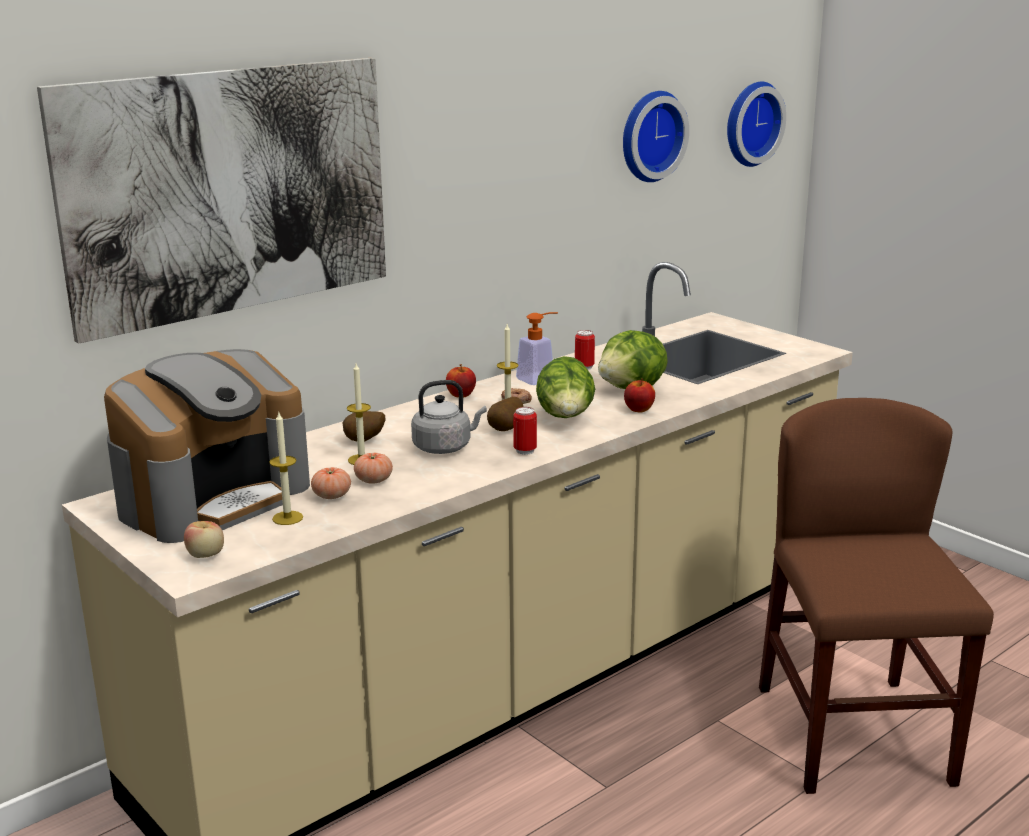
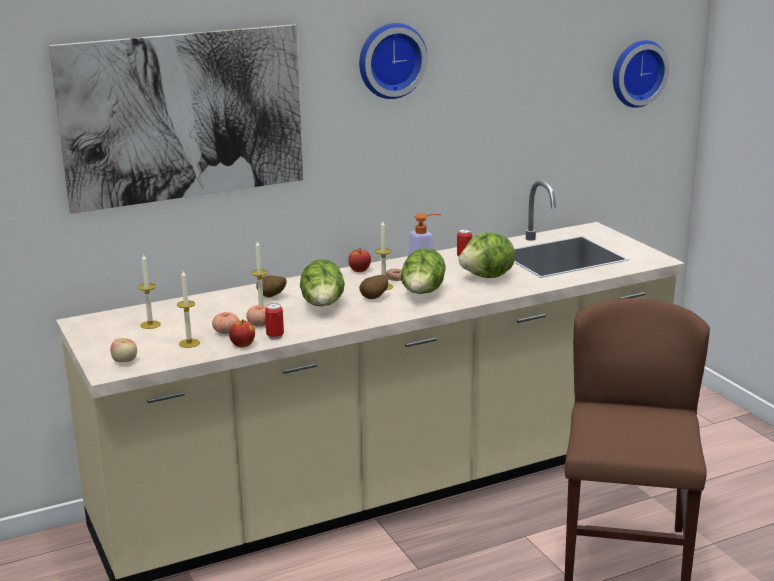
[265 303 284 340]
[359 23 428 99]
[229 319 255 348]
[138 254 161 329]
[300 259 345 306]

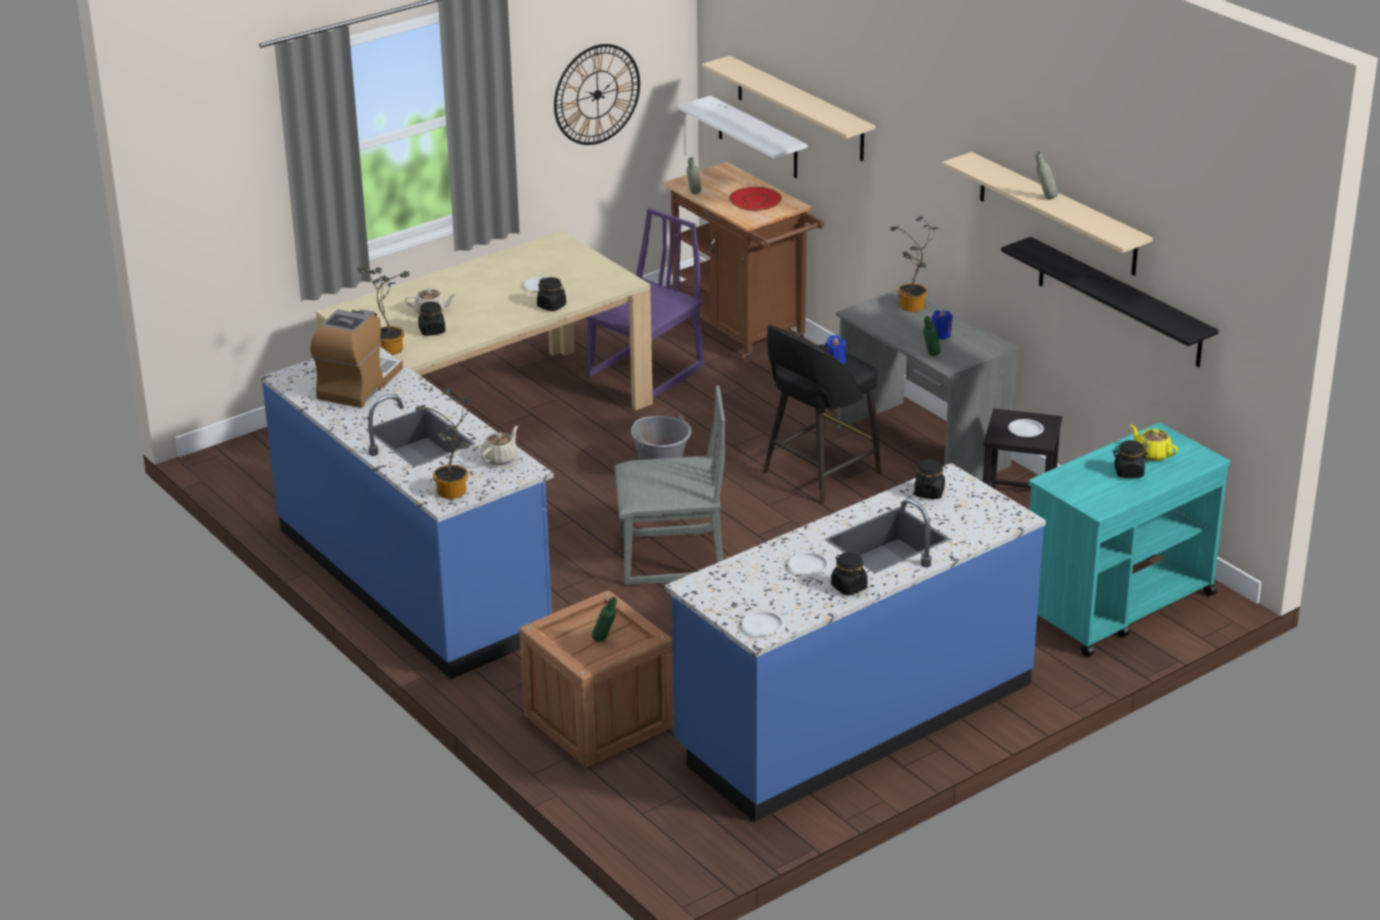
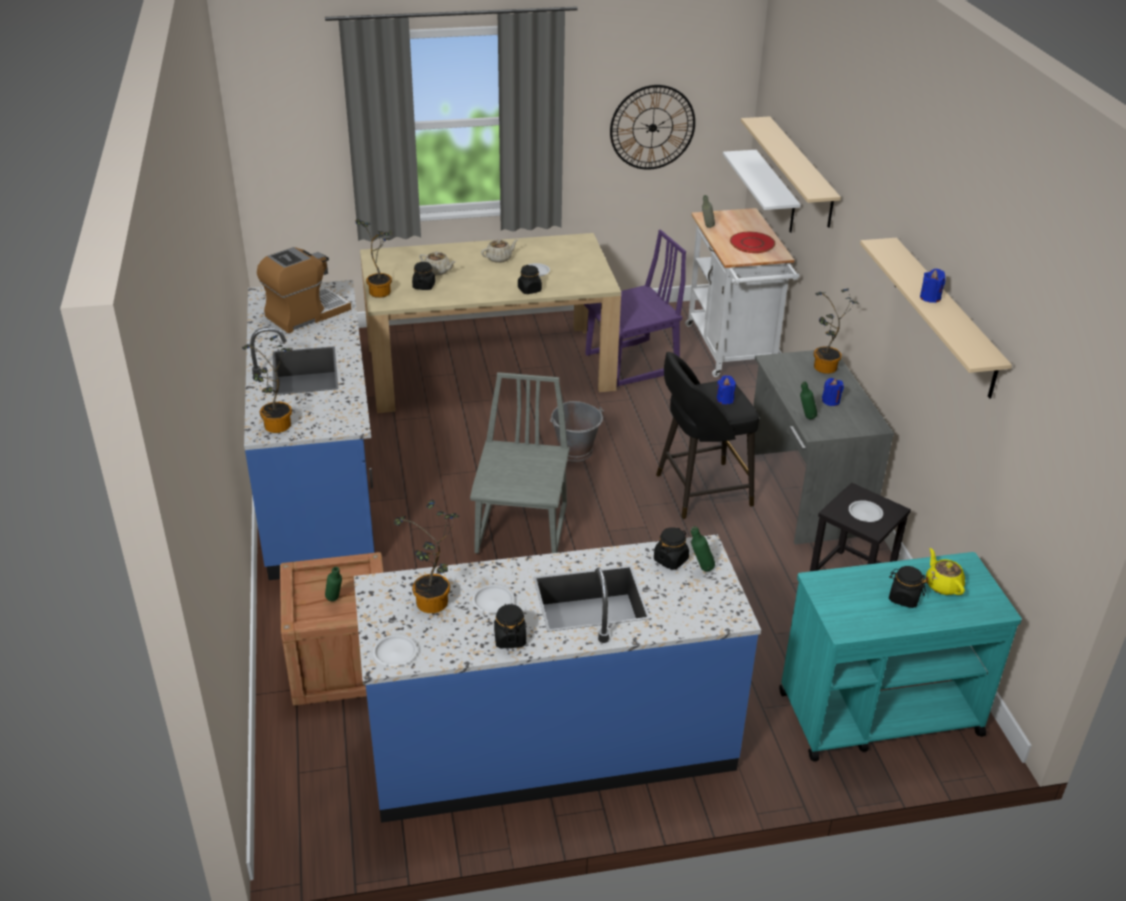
[1001 237 1218 367] (first image)
[394 500 460 613]
[691 526 715 572]
[481 239 518 263]
[920 269 946 303]
[685 208 799 377]
[470 372 569 554]

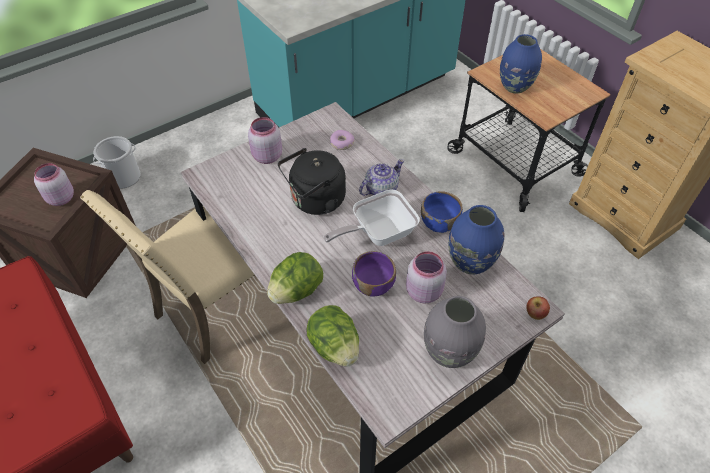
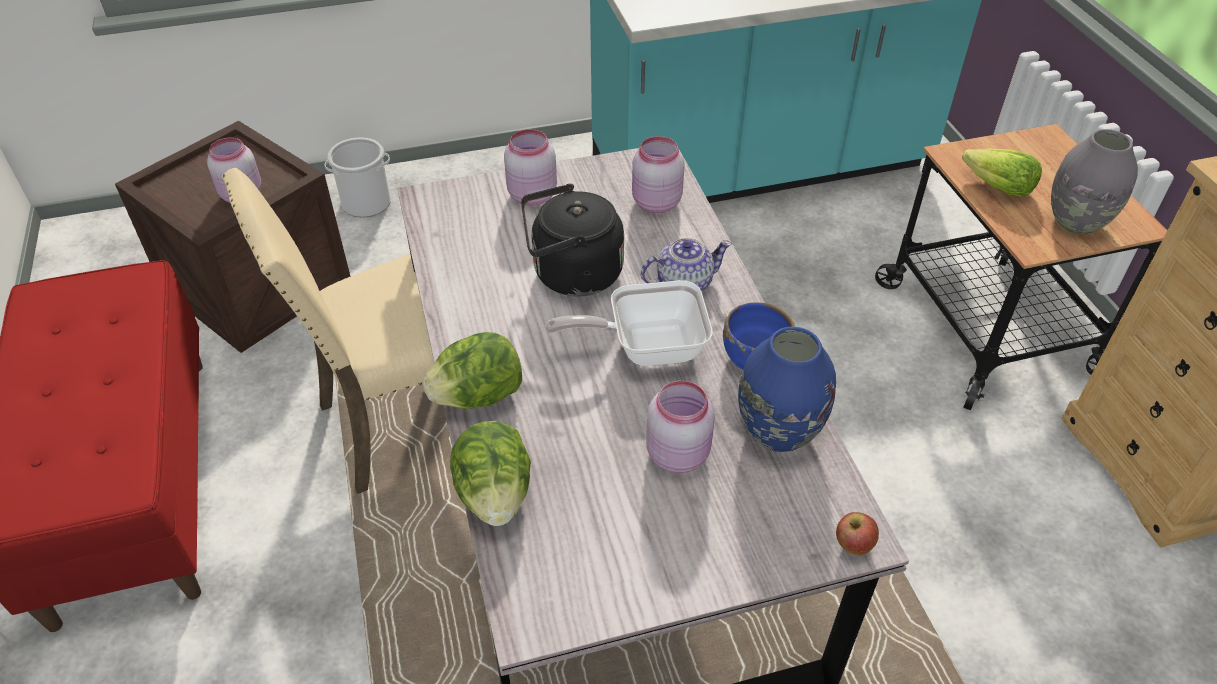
[352 251 396 297] (first image)
[1051 129 1138 234]
[632 136 685 213]
[962 149 1042 197]

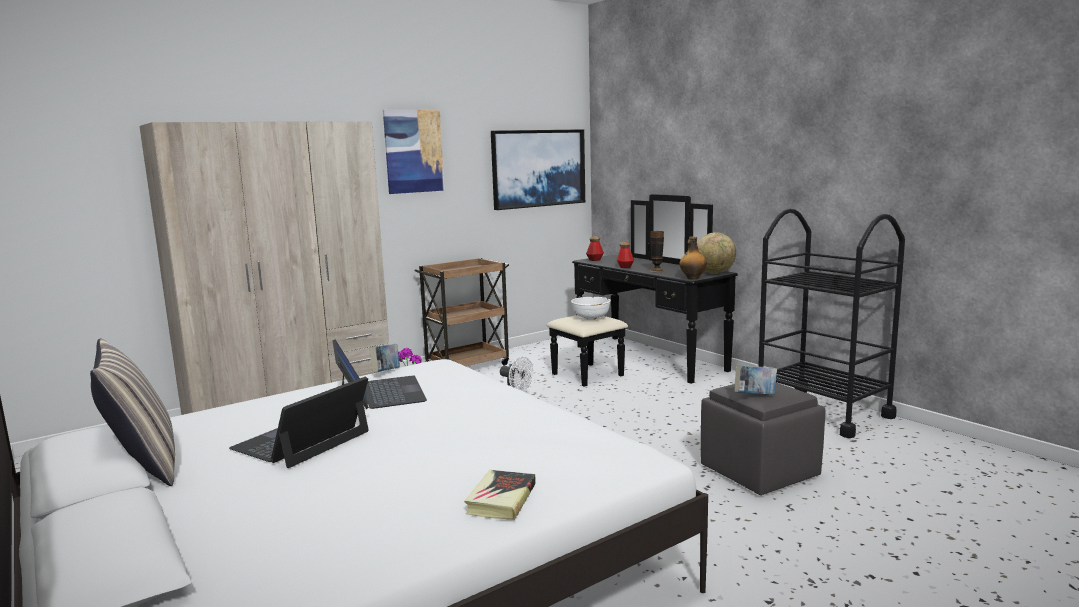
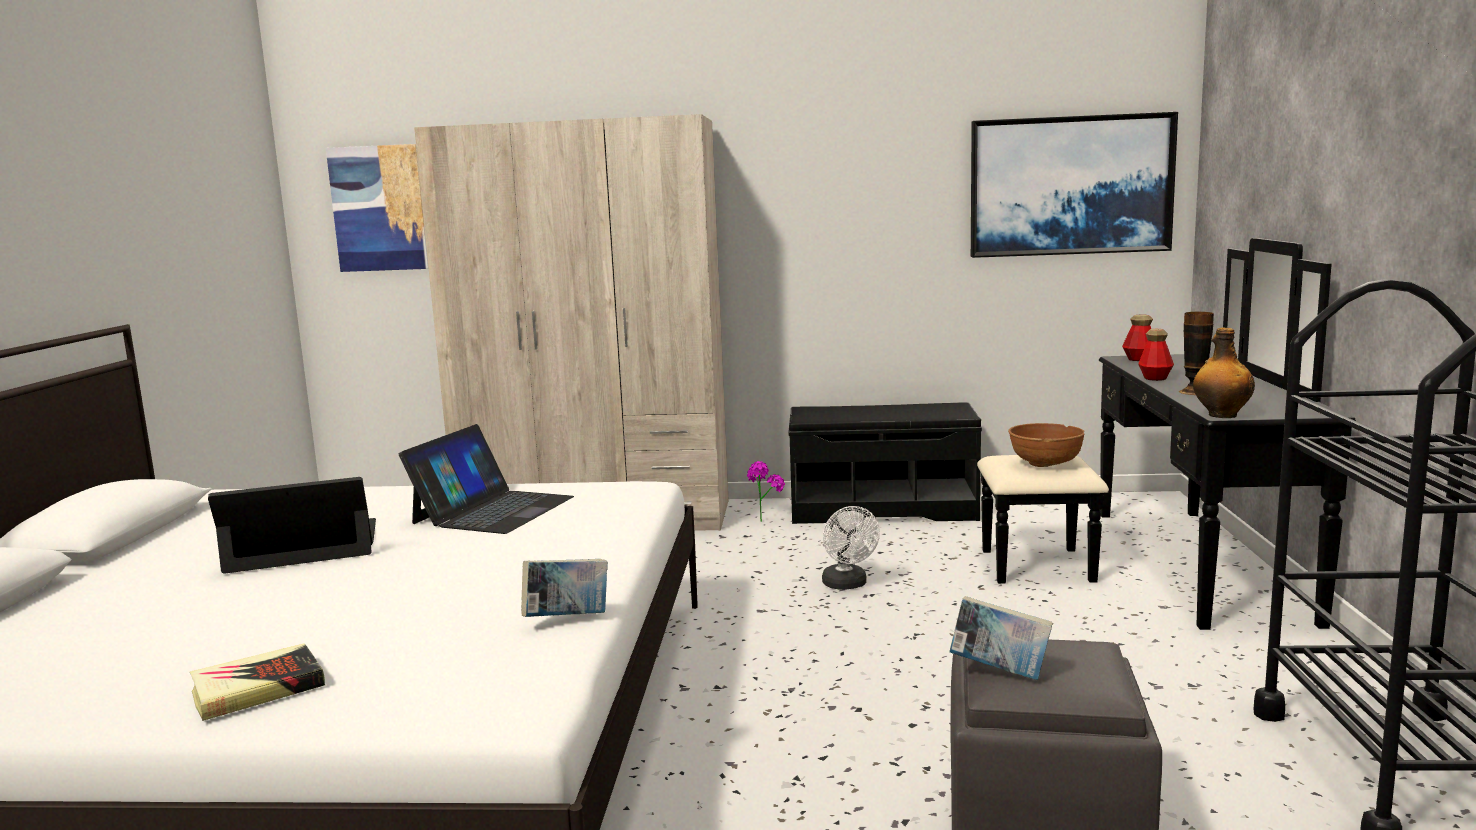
[90 338 175 486] (first image)
[697 232 736 274] (first image)
[521 559 608 617]
[326 144 429 272]
[789 402 982 524]
[1008 423 1085 467]

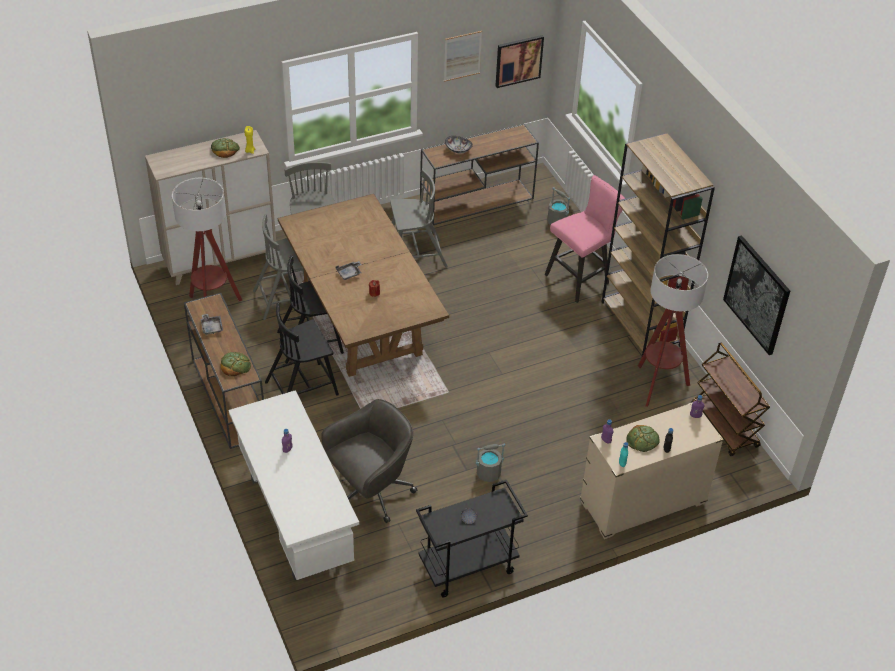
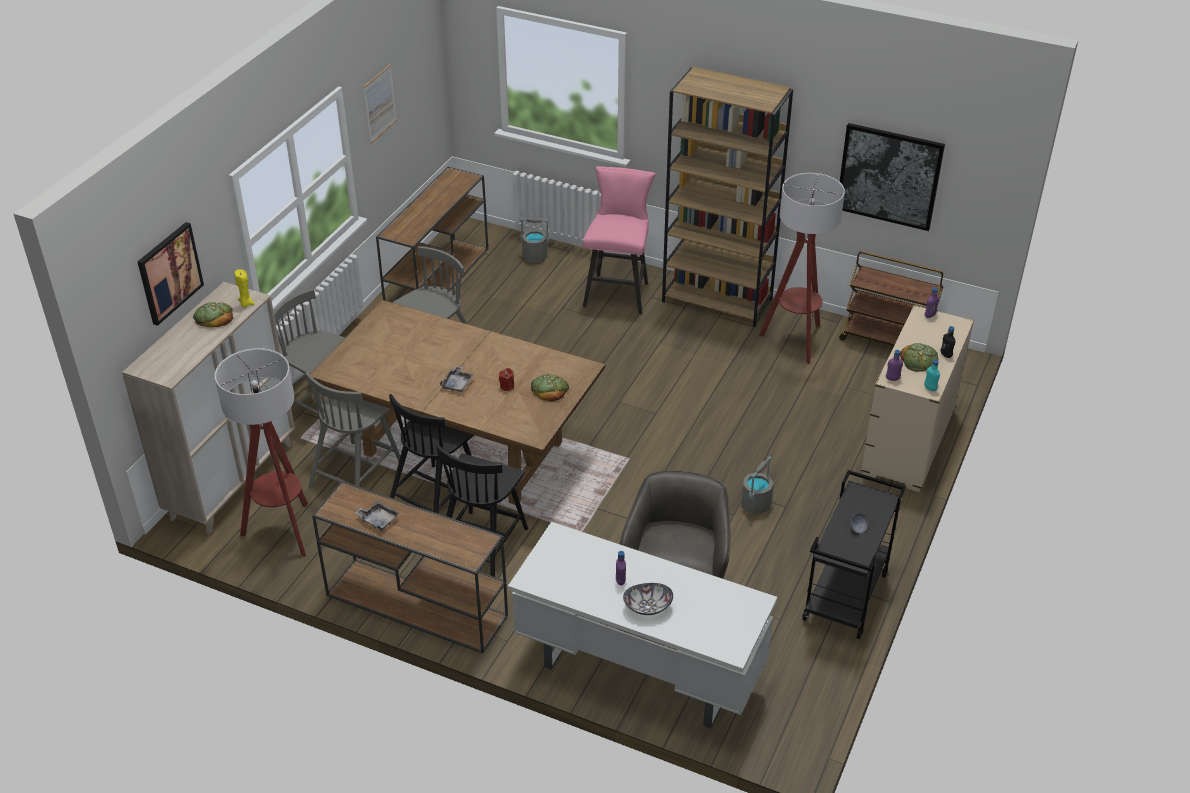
[531 374 569 401]
[623 583 673 615]
[138 222 204 326]

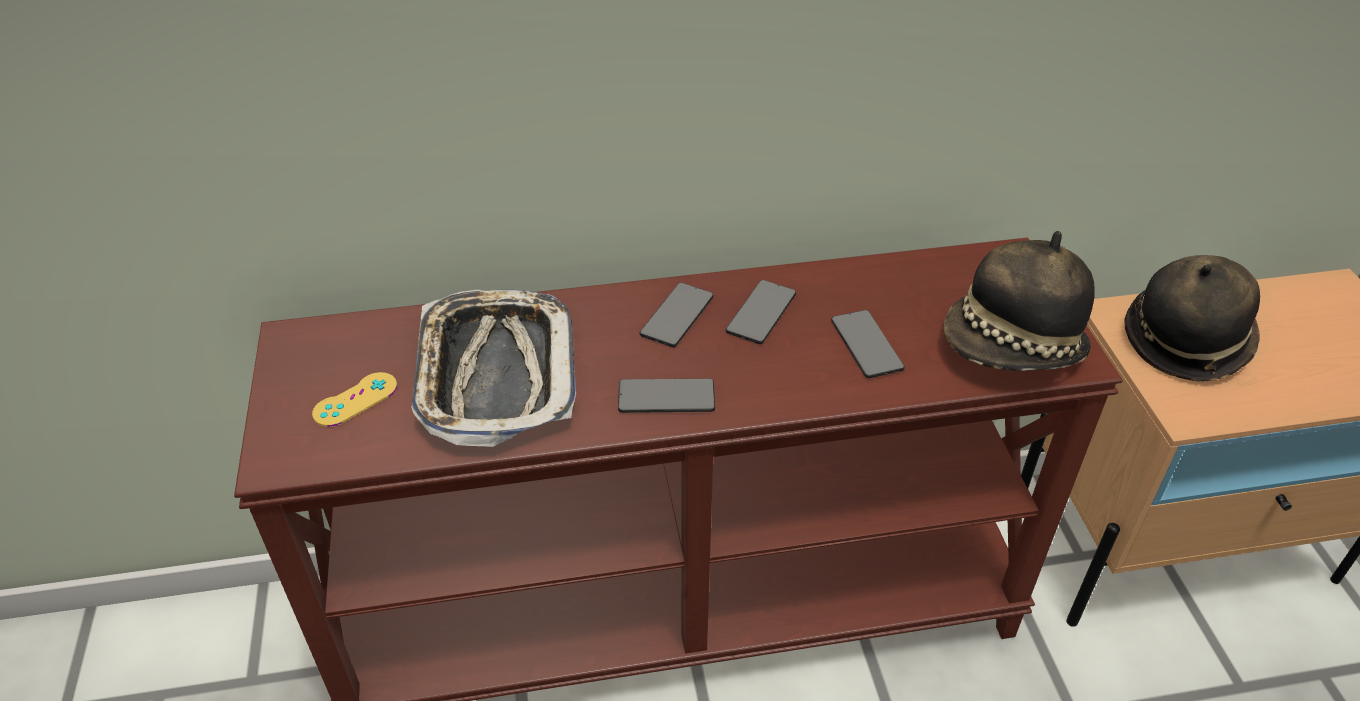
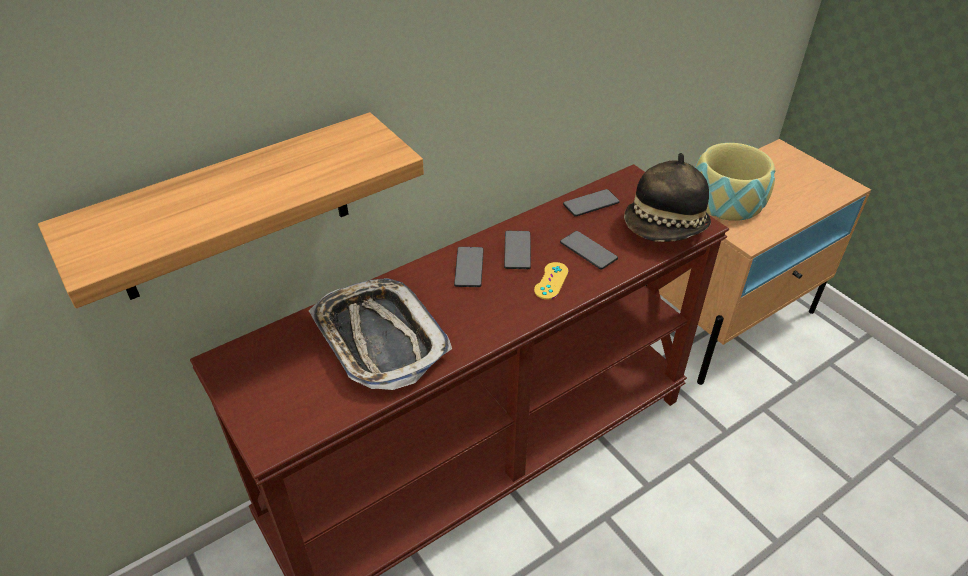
[38 112 424 308]
[534 262 569 300]
[563 189 620 217]
[695 143 775 221]

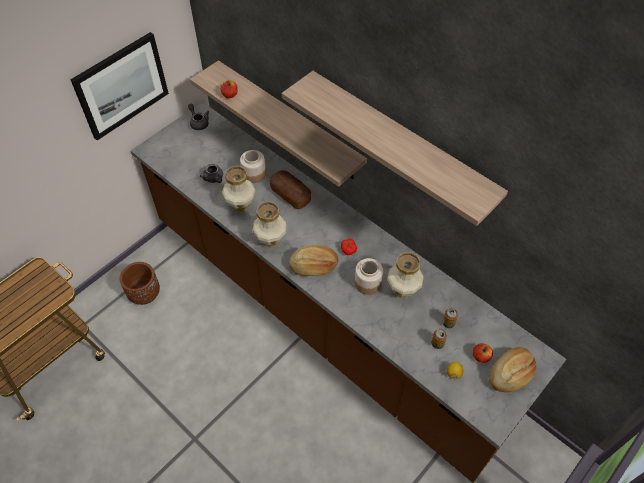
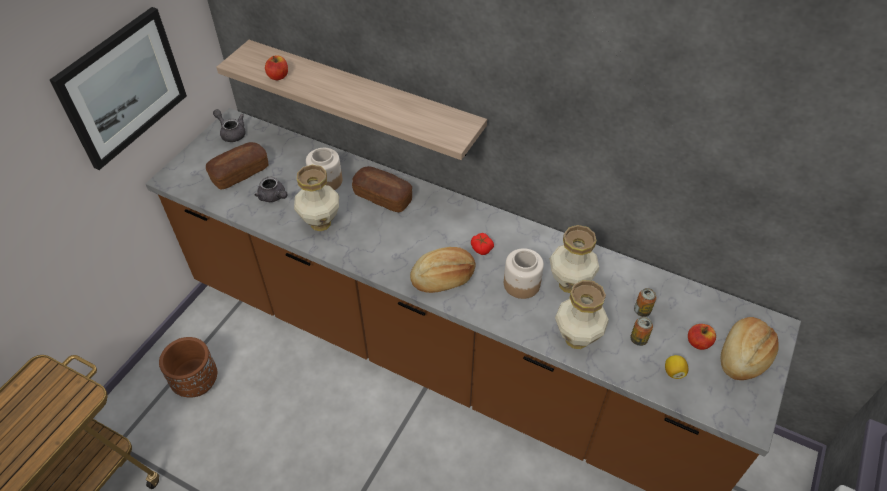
[282 71 508 226] (first image)
[206 142 268 190]
[555 280 608 349]

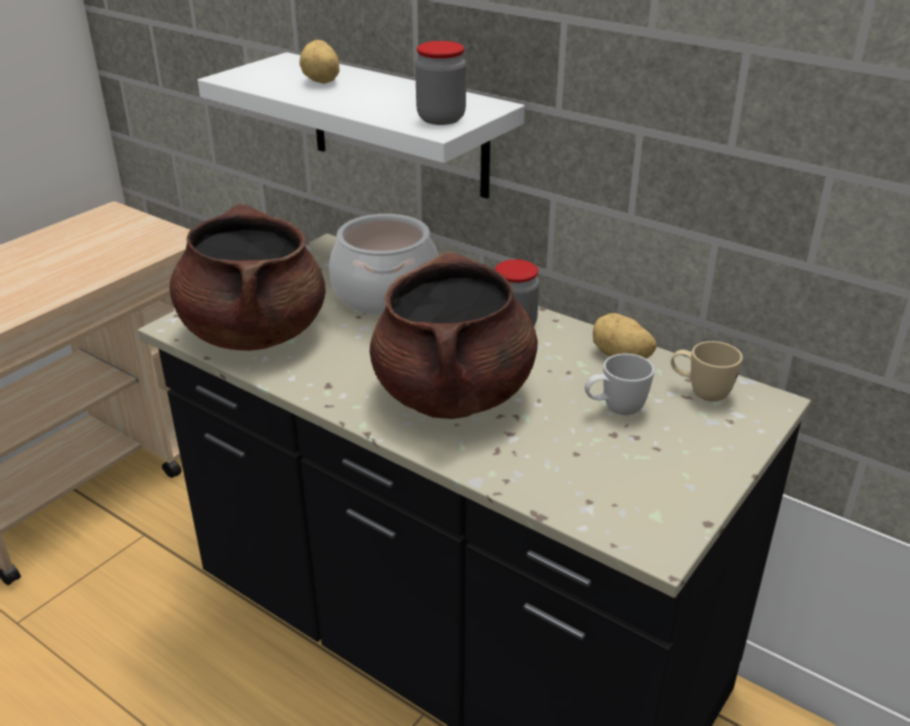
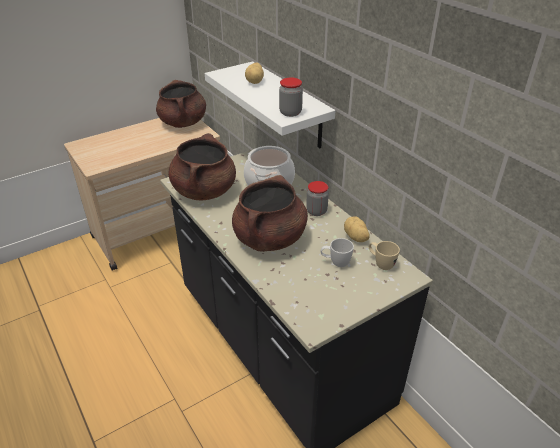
[156 80 206 128]

